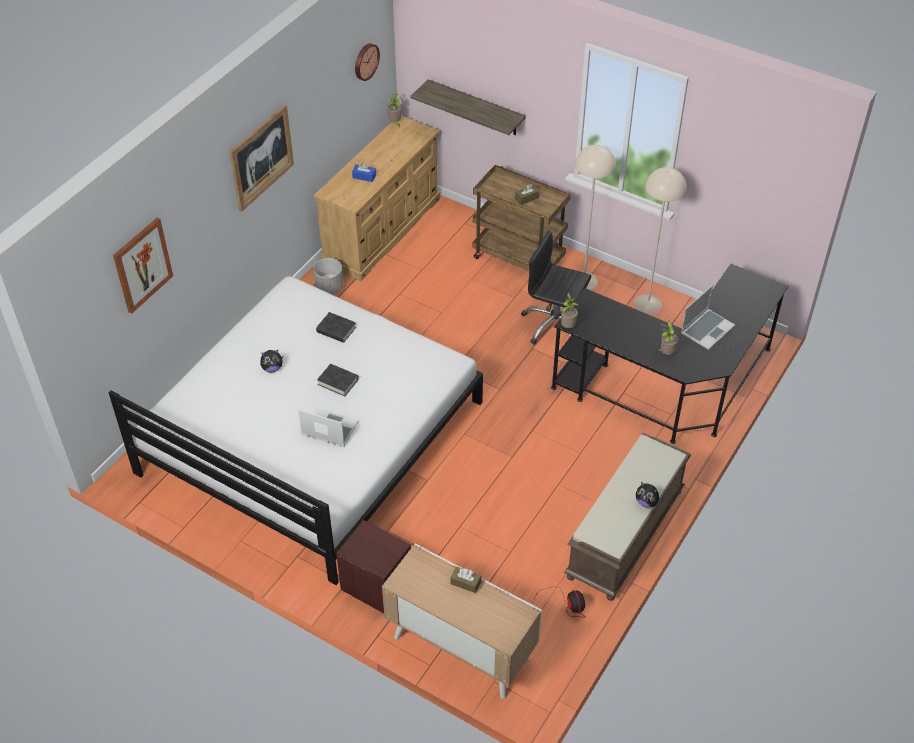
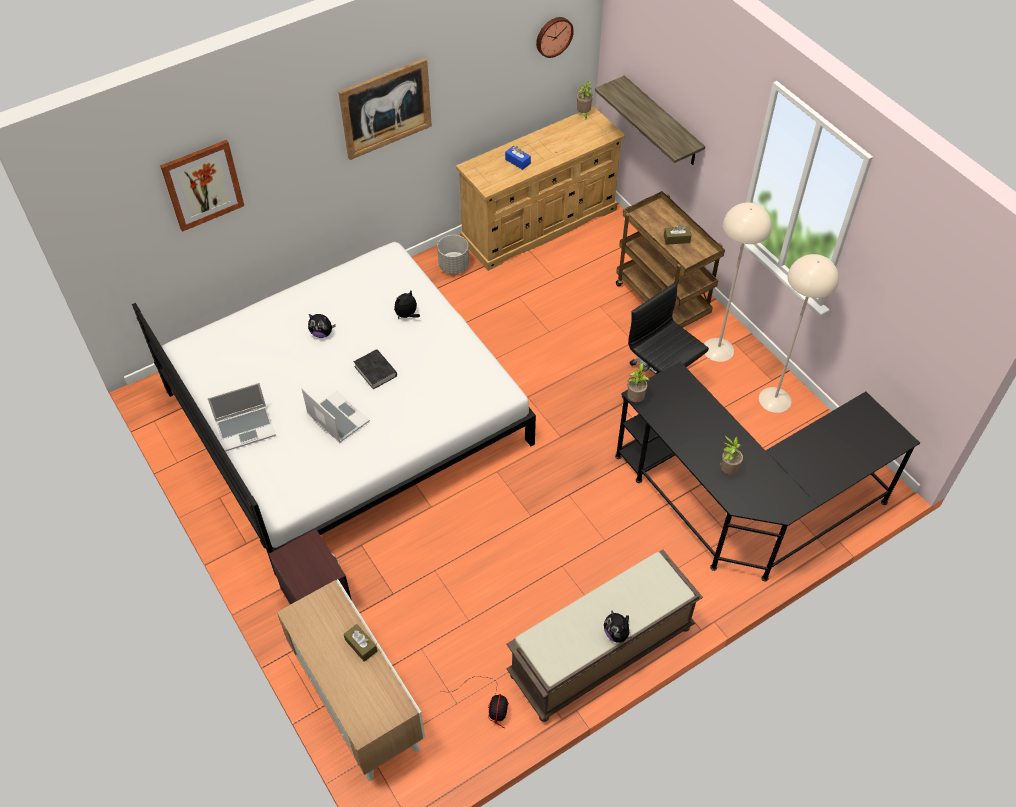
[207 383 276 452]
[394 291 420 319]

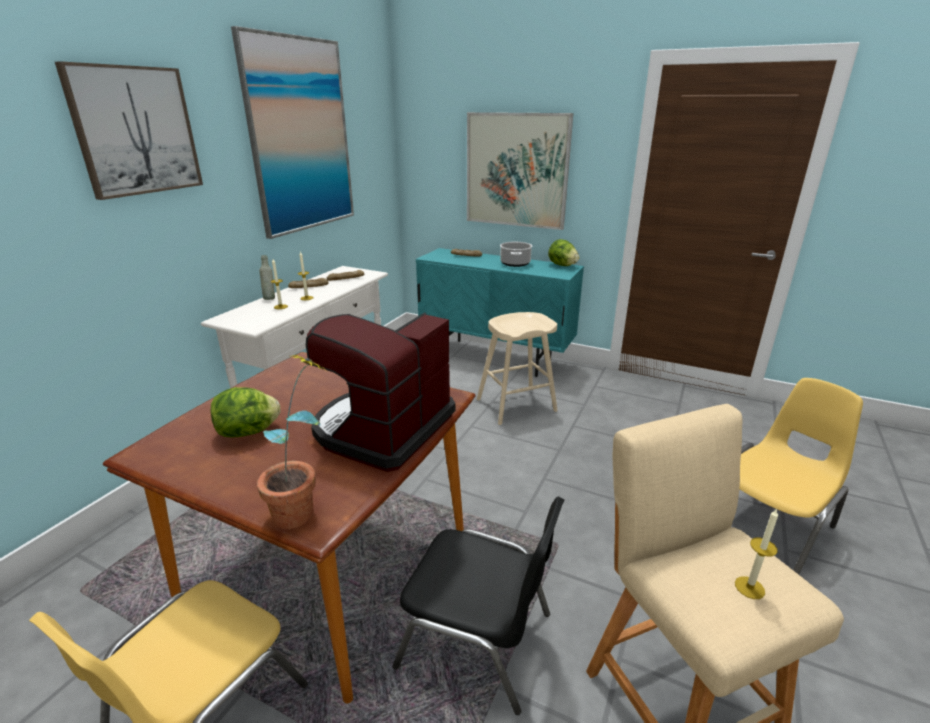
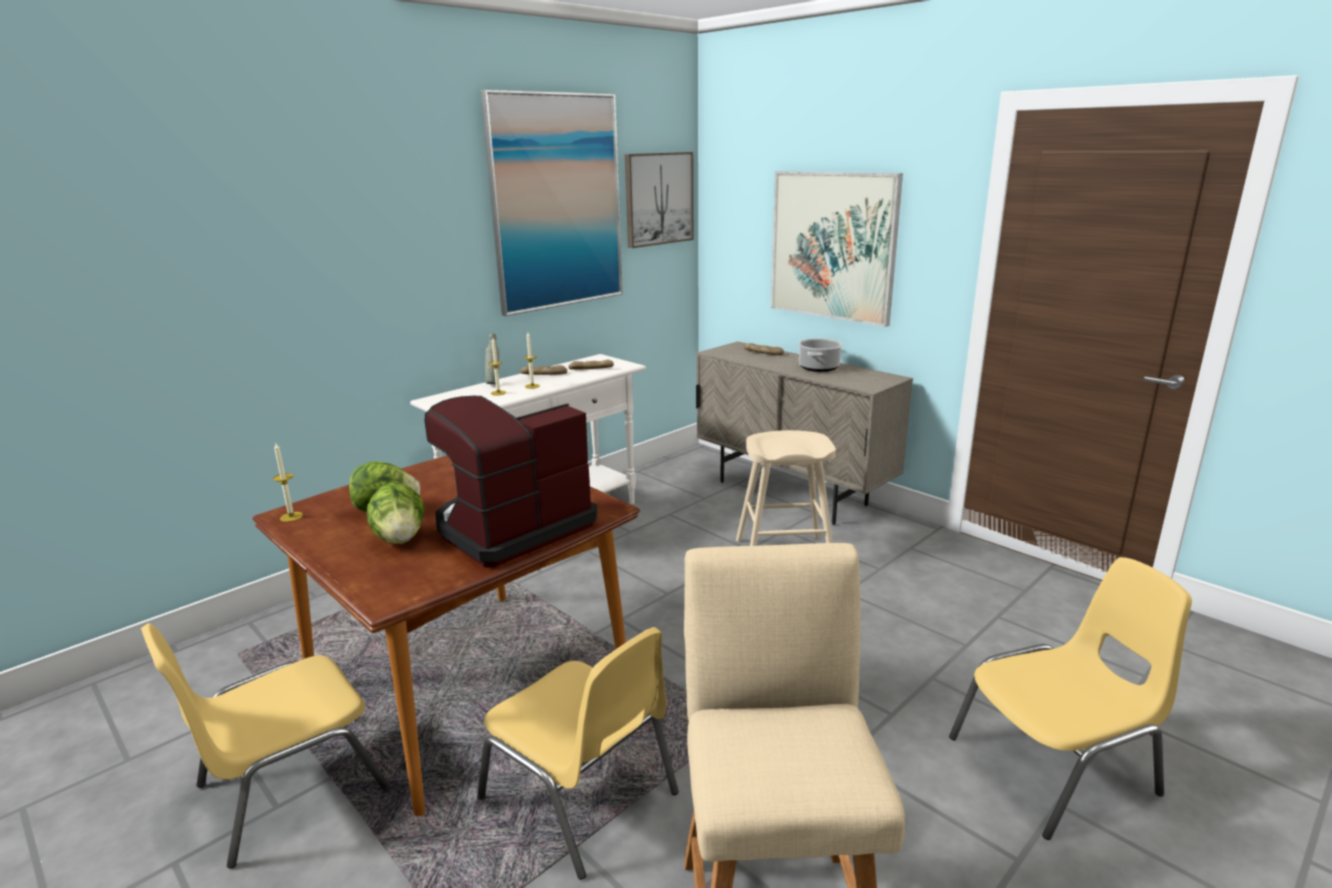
[257 355 330 529] (first image)
[625 152 693 248]
[367 482 425 544]
[273 443 303 522]
[477 627 679 880]
[696 341 913 525]

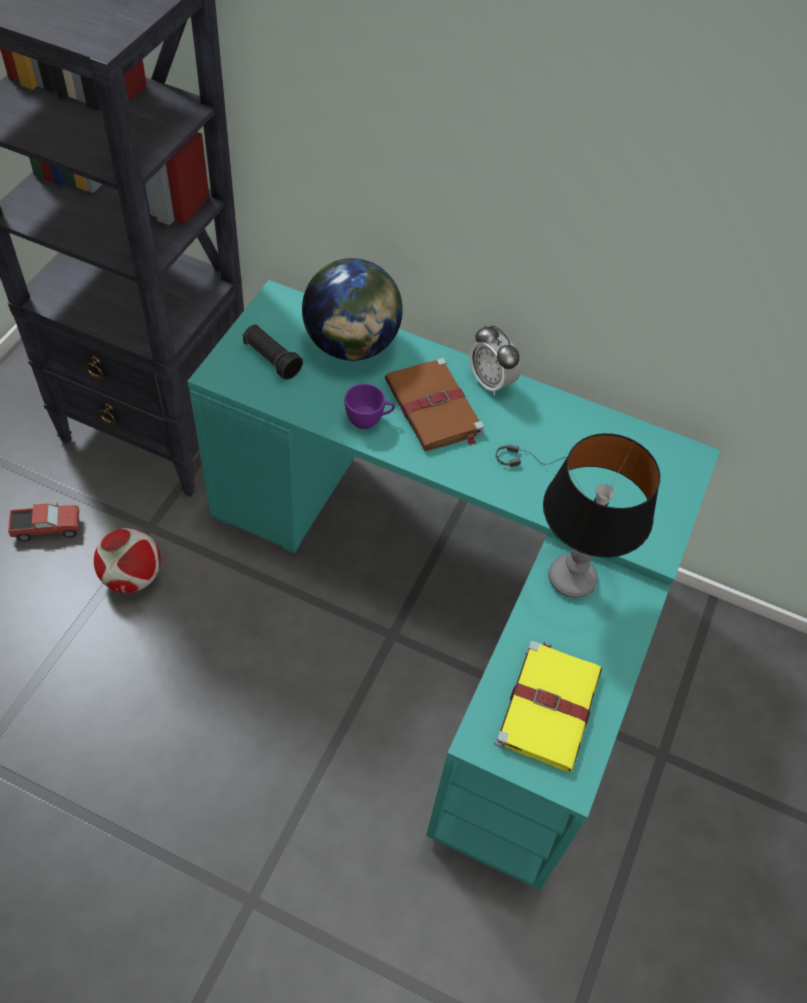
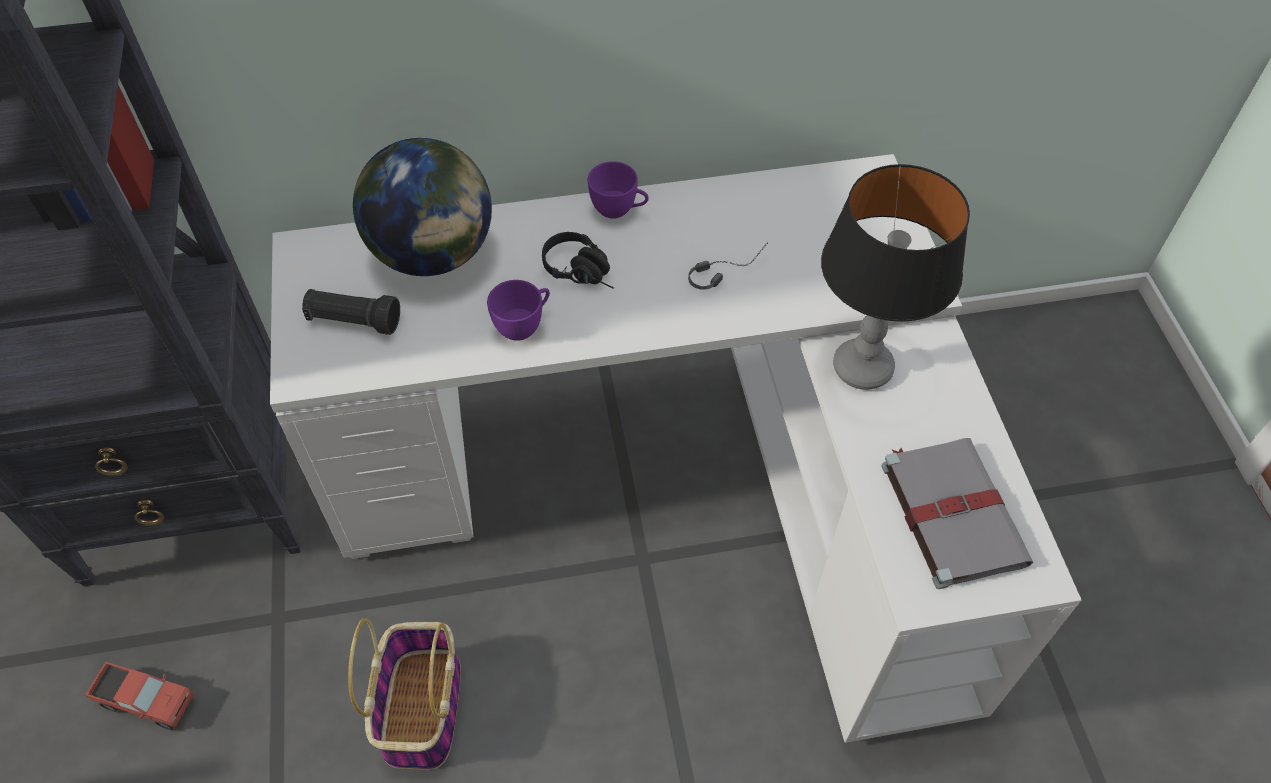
[94 528 161 593] (first image)
[348 618 461 770]
[542 232 614 289]
[588 161 649 219]
[270 154 1081 743]
[881 438 1033 589]
[86 661 193 730]

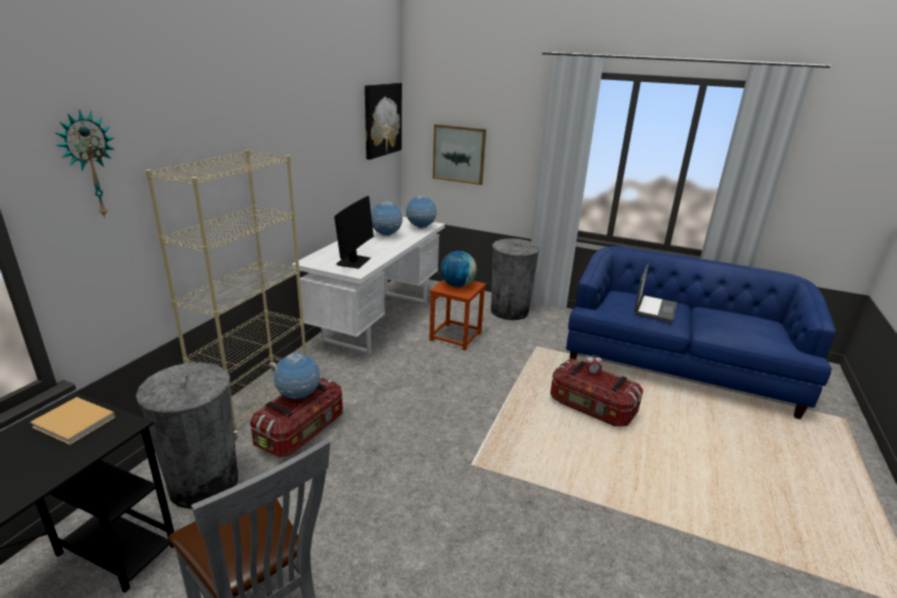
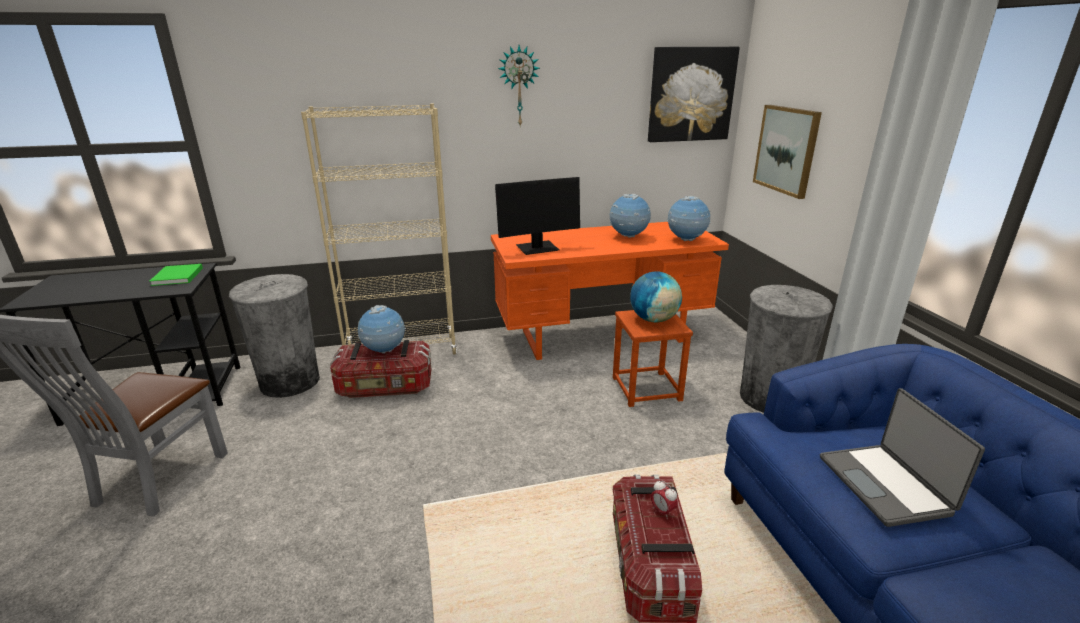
[498 45 540 126]
[150 264 203 286]
[491 222 729 360]
[820 388 985 527]

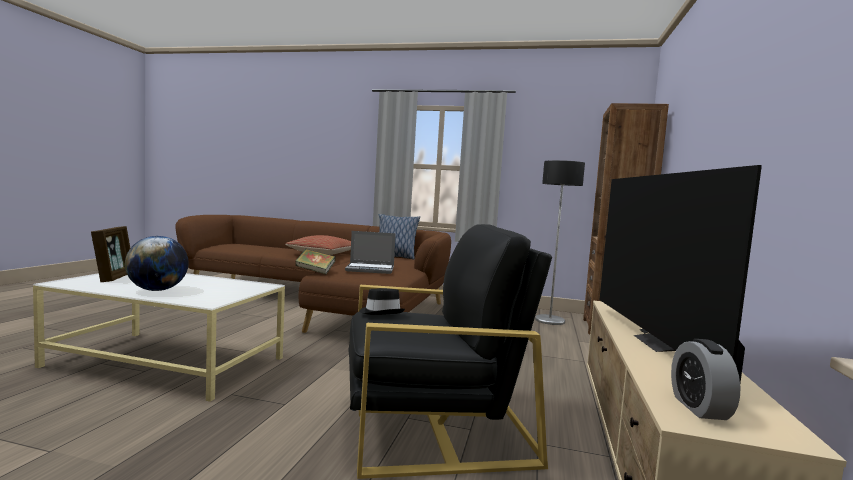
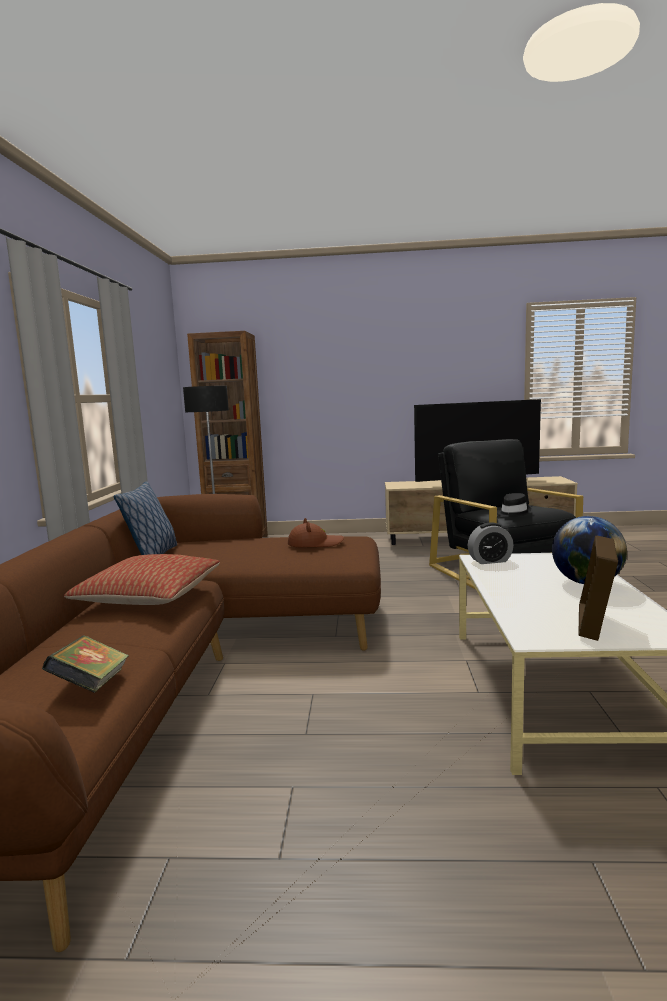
[42 636 129 693]
[468 522 513 564]
[288 518 344 547]
[578 535 618 641]

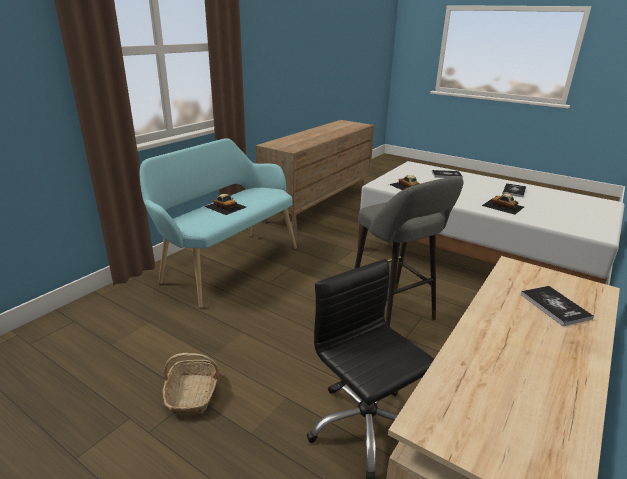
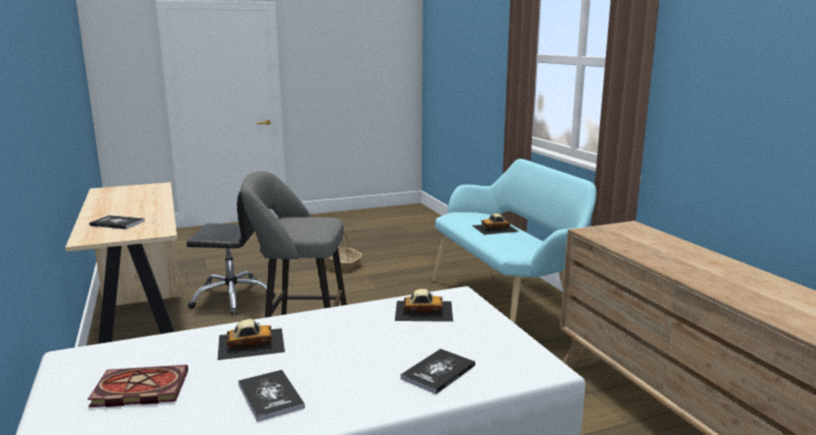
[87 365 188 407]

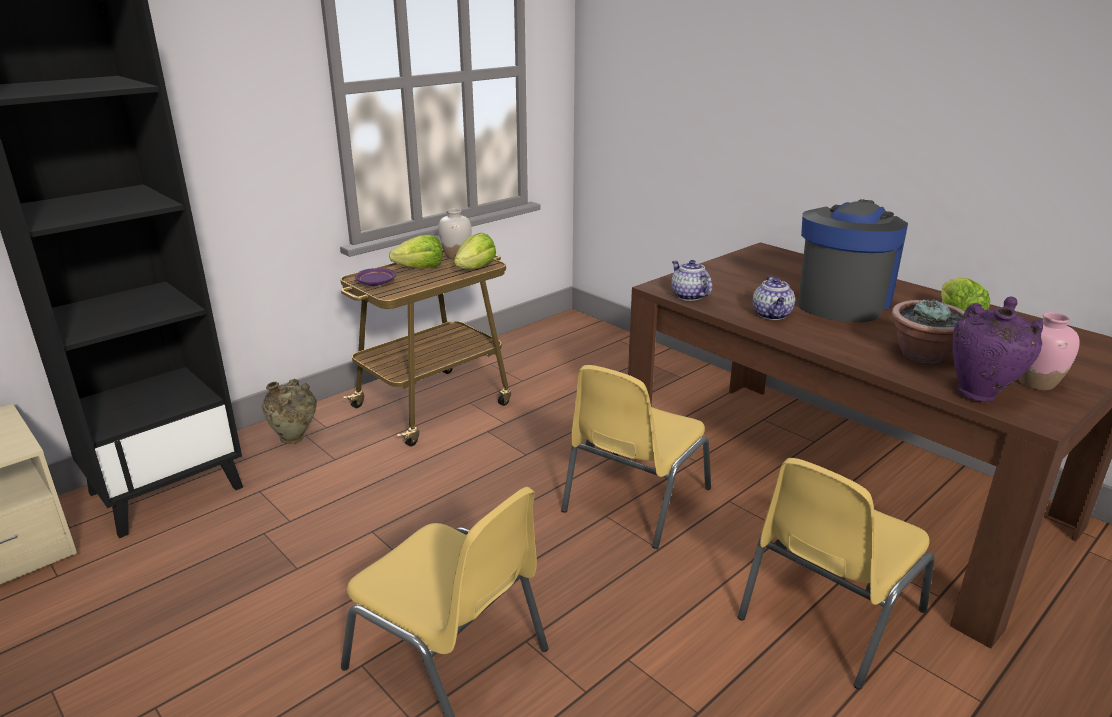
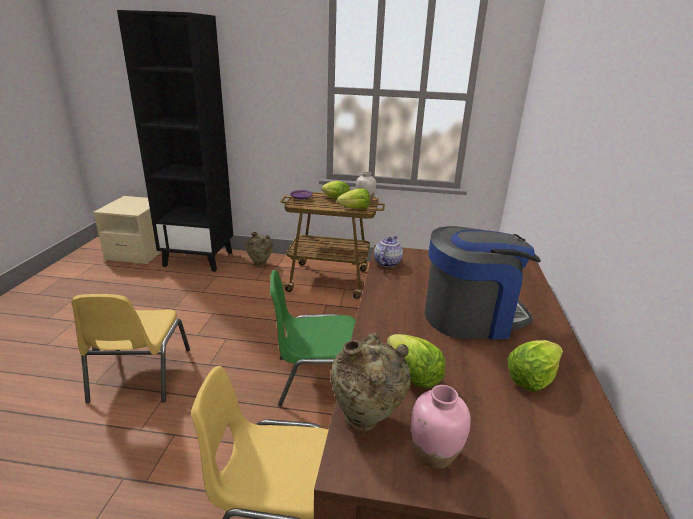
[753 276 795 320] (first image)
[387 334 445 388]
[270 270 356 406]
[330 332 411 431]

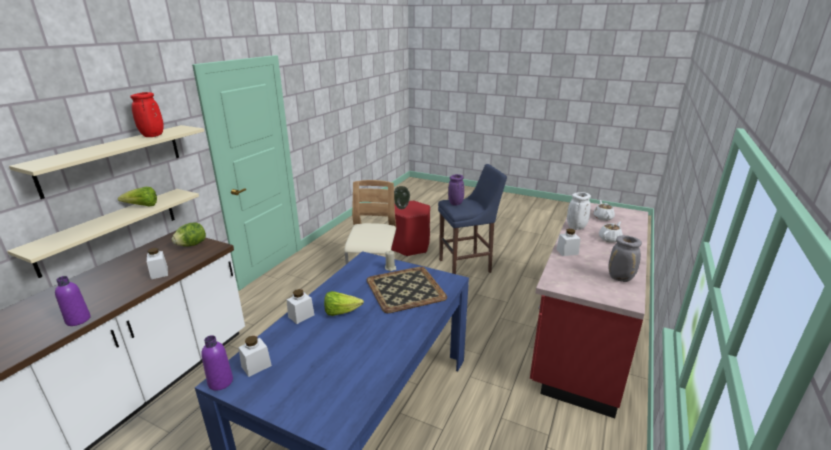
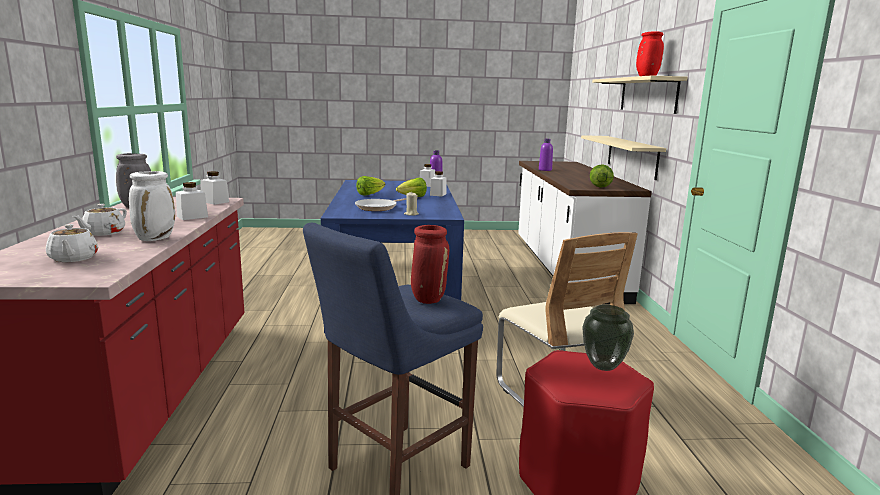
[356 176 385 195]
[200 171 229 205]
[355 198 407 211]
[411 225 449 304]

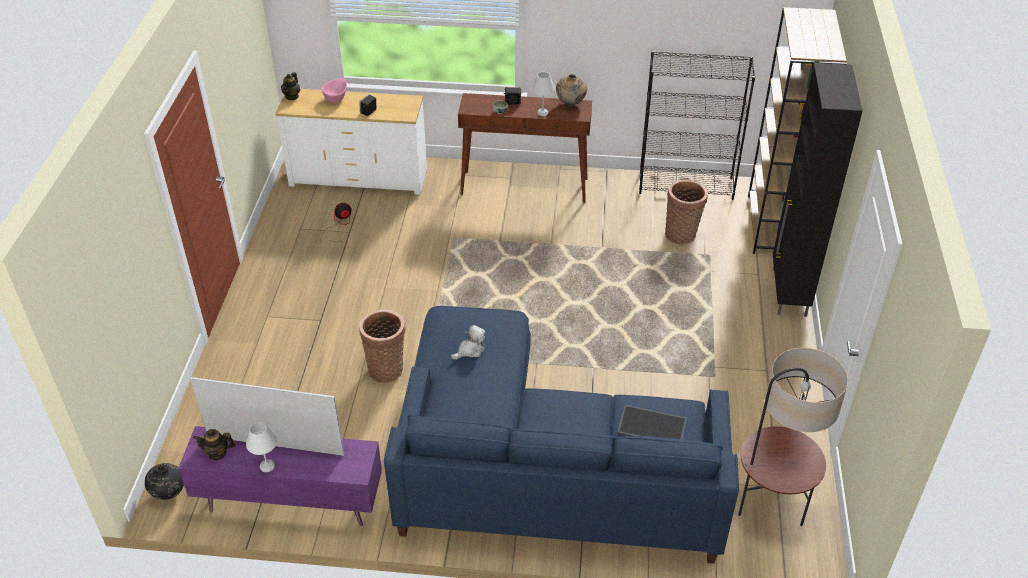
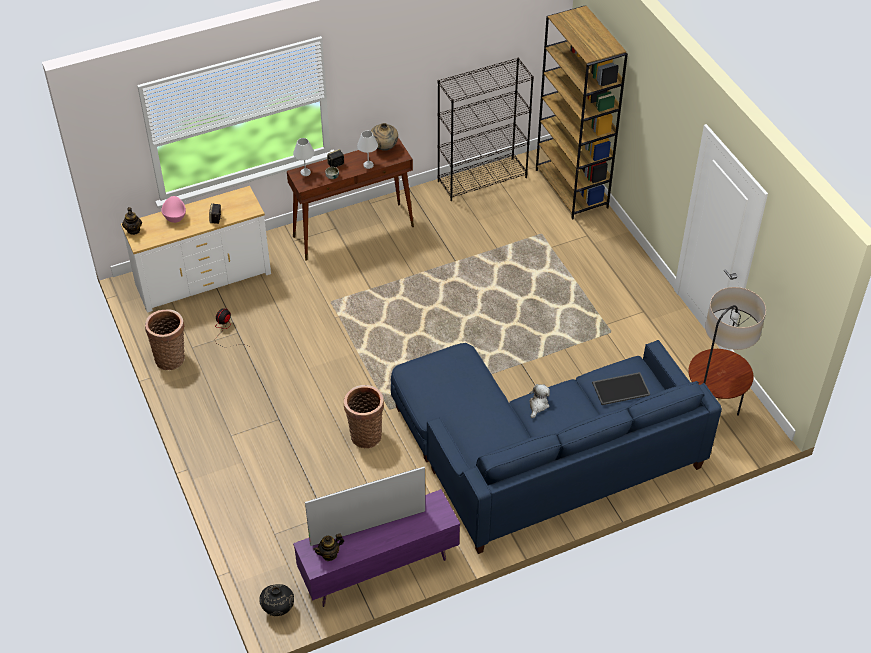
[773 63 863 317] (first image)
[293 138 314 176]
[529 384 550 418]
[145 310 185 370]

